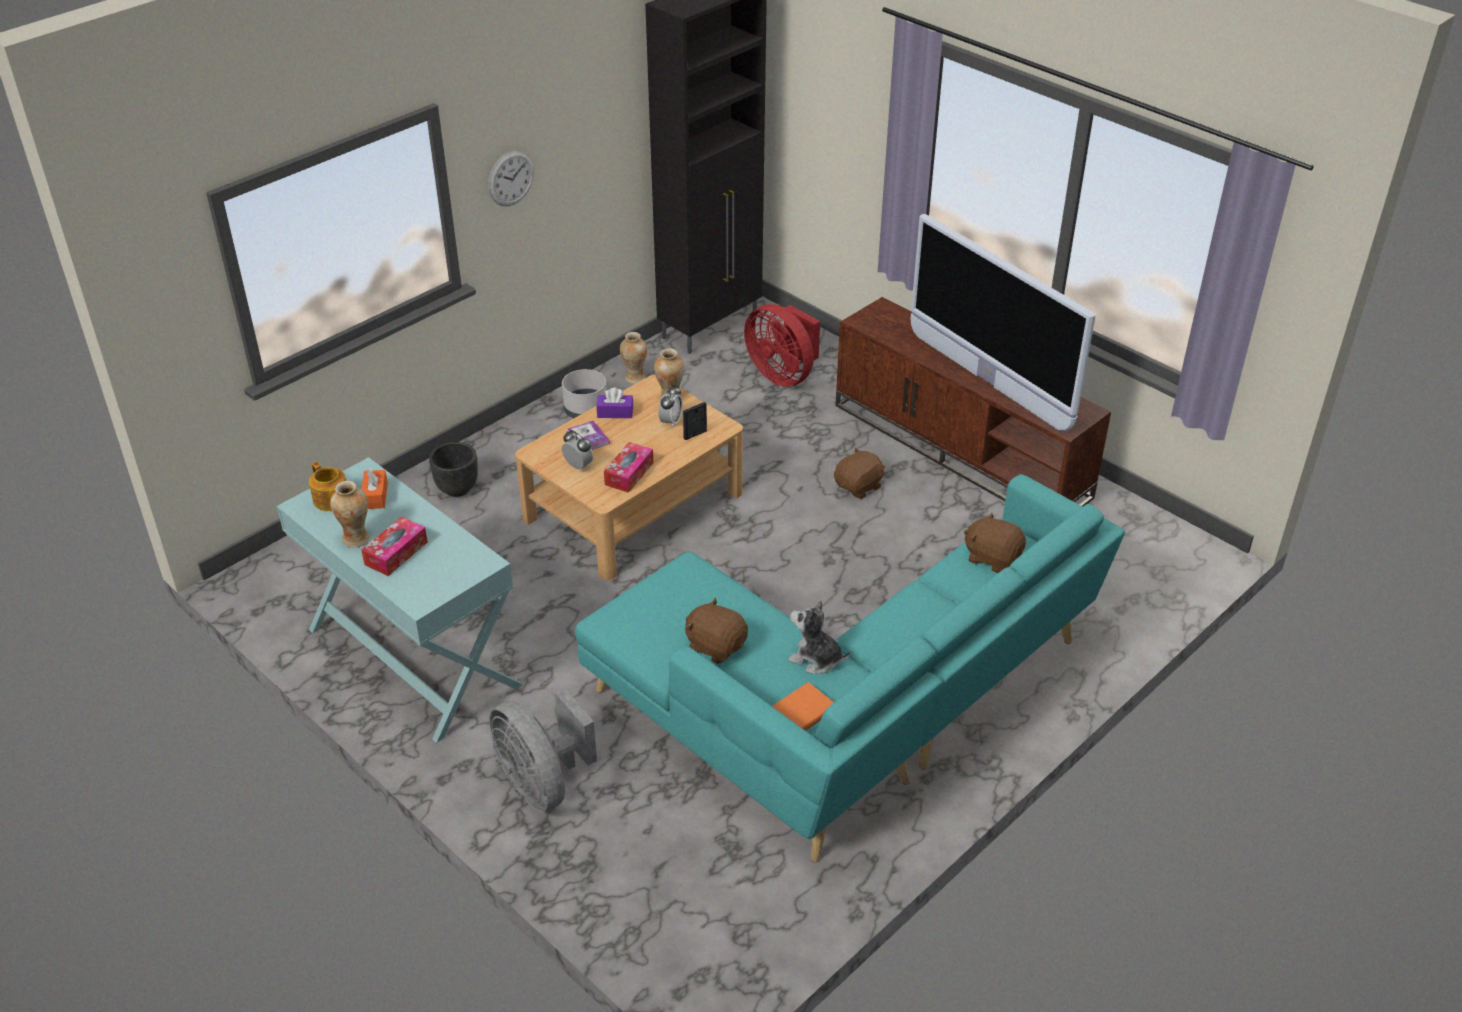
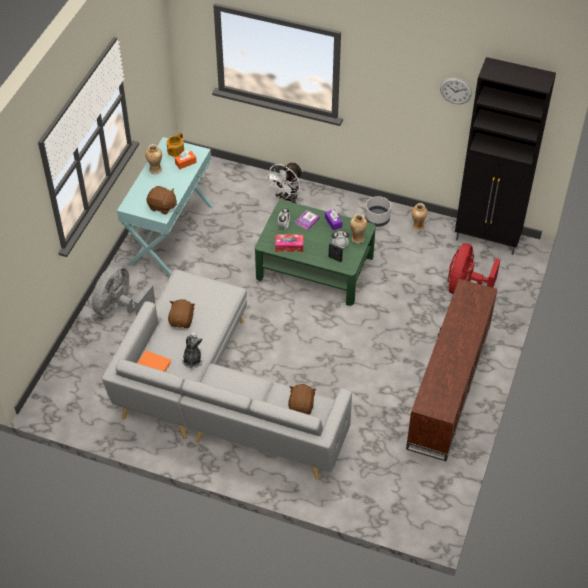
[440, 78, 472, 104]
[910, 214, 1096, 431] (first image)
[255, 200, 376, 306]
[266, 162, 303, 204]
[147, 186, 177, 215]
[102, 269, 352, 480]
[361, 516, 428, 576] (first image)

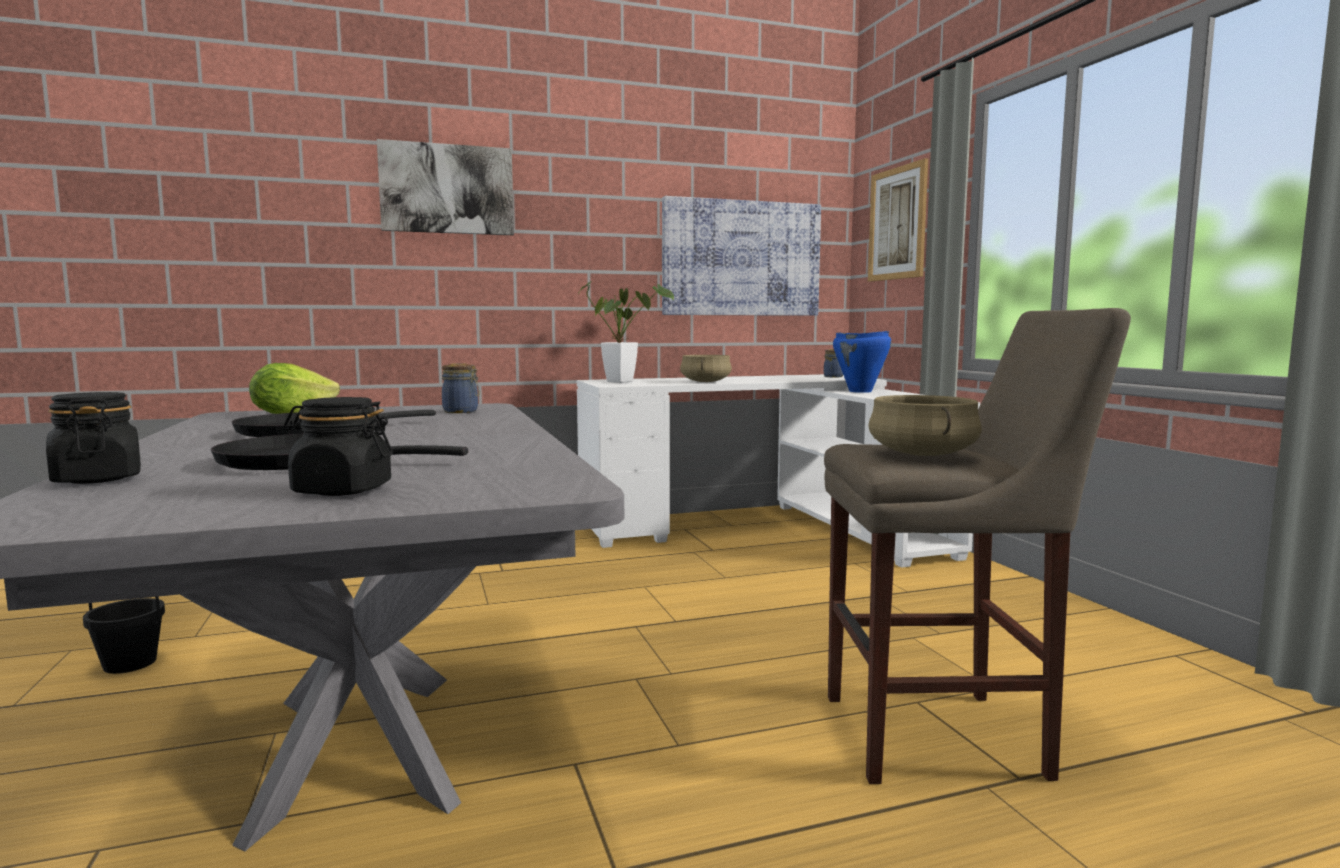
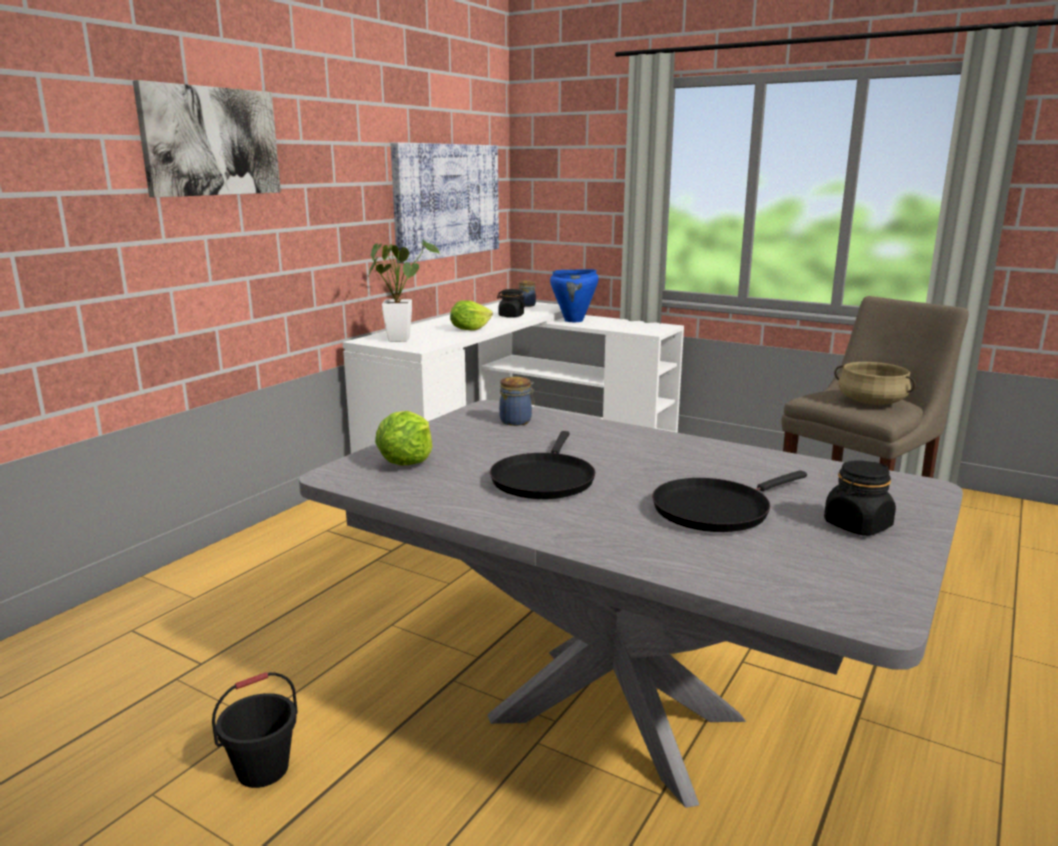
[868, 158, 928, 282] (first image)
[450, 301, 493, 331]
[497, 289, 526, 318]

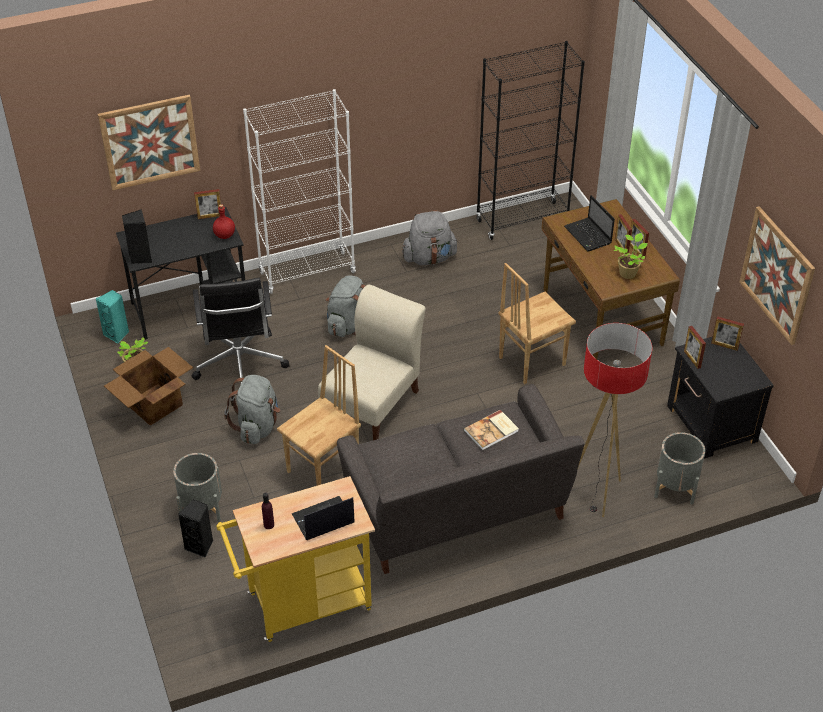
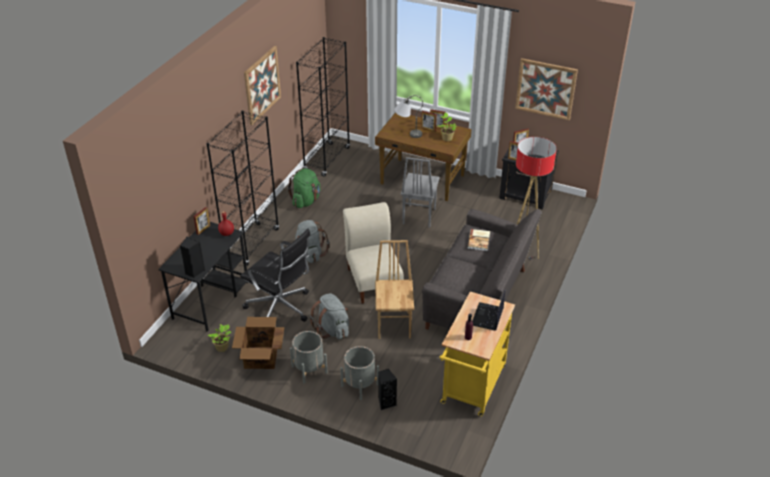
[206, 110, 279, 266]
[244, 46, 281, 125]
[395, 95, 423, 138]
[288, 168, 321, 208]
[401, 157, 440, 228]
[96, 290, 129, 344] (first image)
[290, 331, 328, 384]

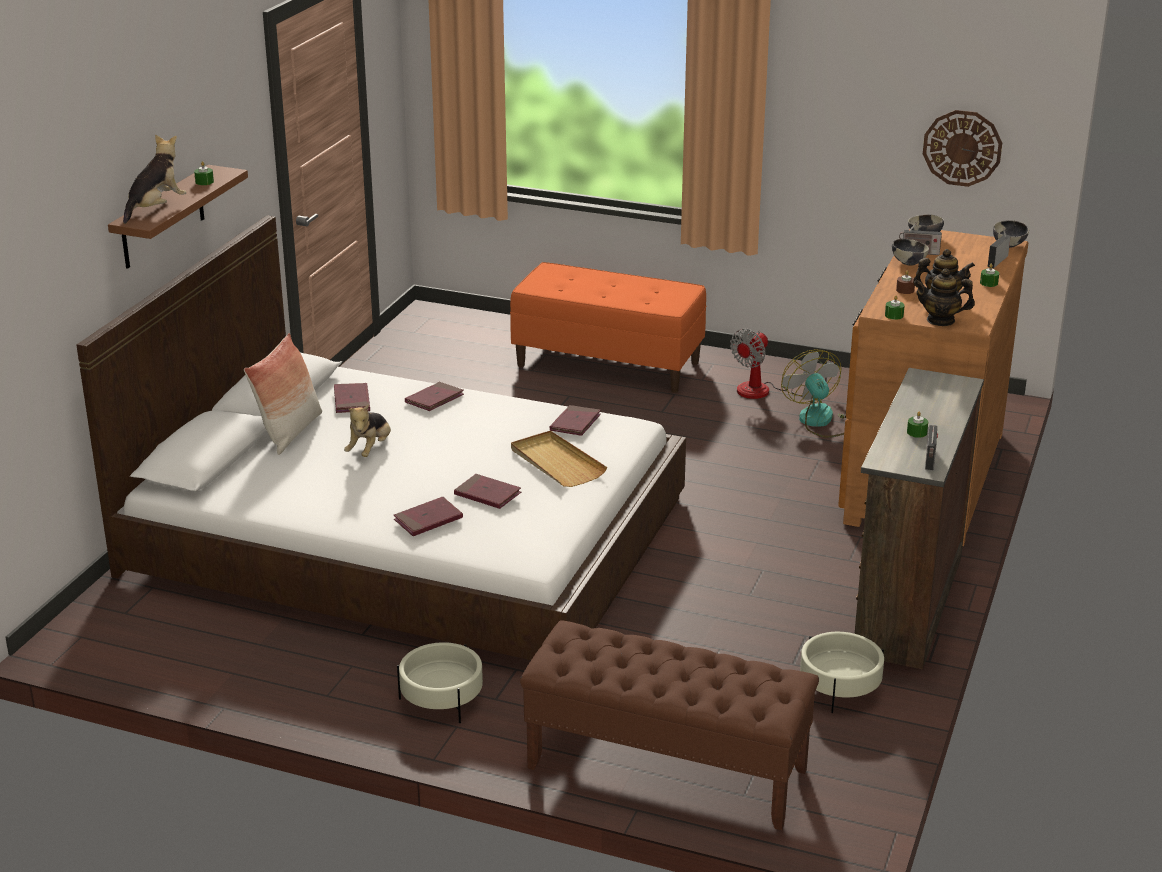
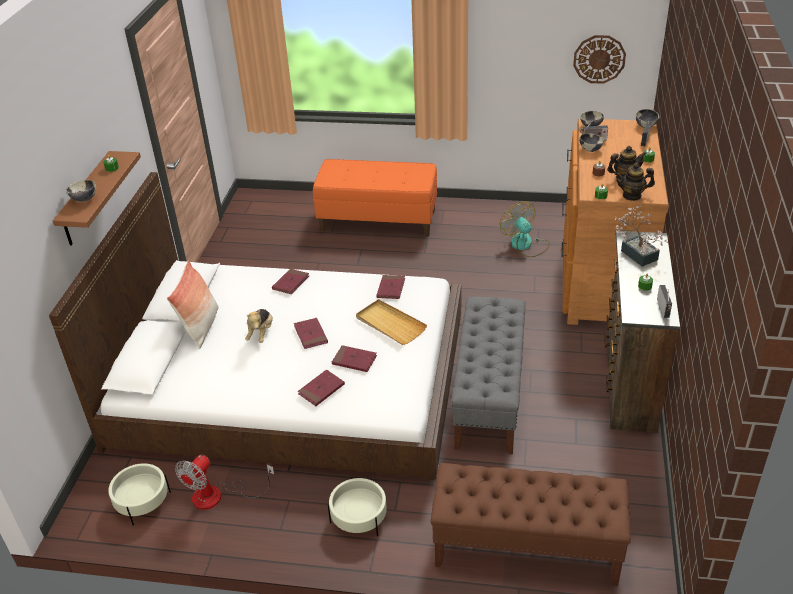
[66, 180, 96, 202]
[175, 455, 275, 510]
[294, 318, 328, 349]
[108, 463, 171, 526]
[615, 205, 668, 266]
[451, 297, 526, 454]

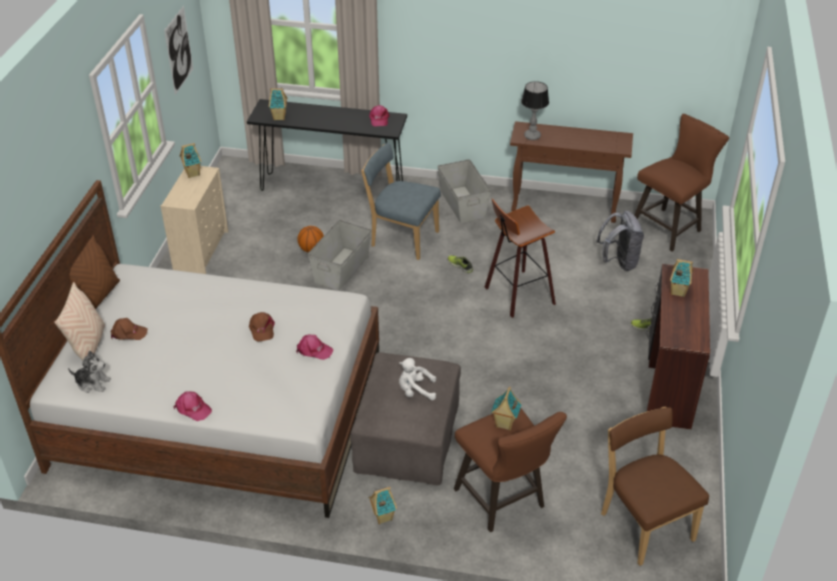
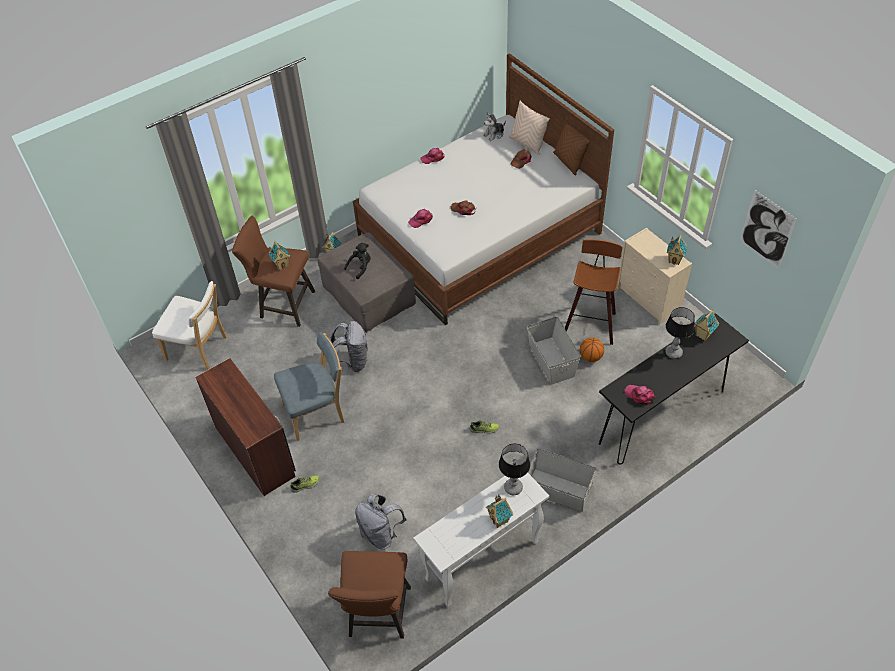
[414, 473, 549, 607]
[274, 332, 344, 441]
[565, 239, 622, 345]
[486, 494, 513, 528]
[344, 243, 371, 279]
[152, 281, 227, 370]
[665, 307, 695, 359]
[330, 321, 368, 372]

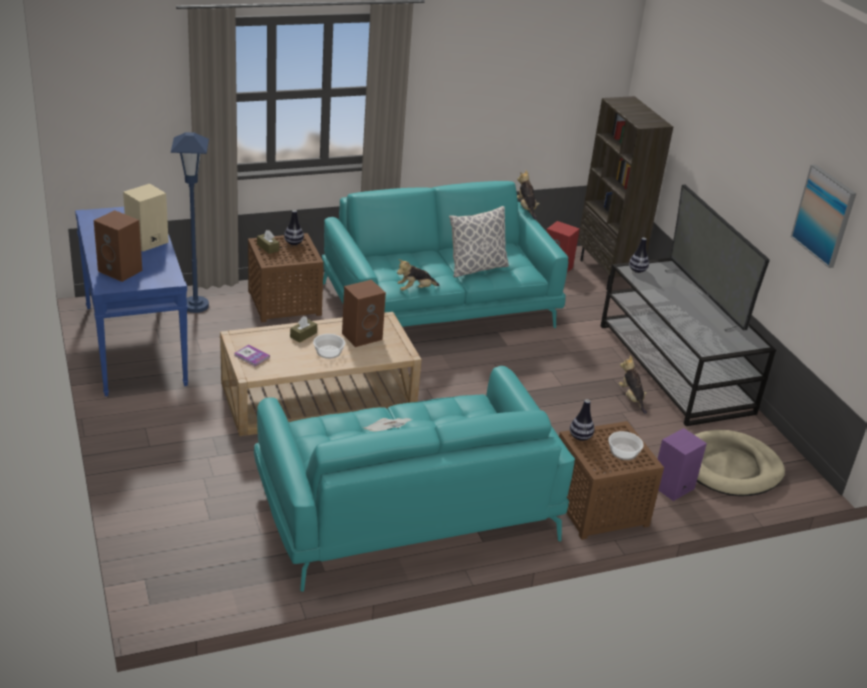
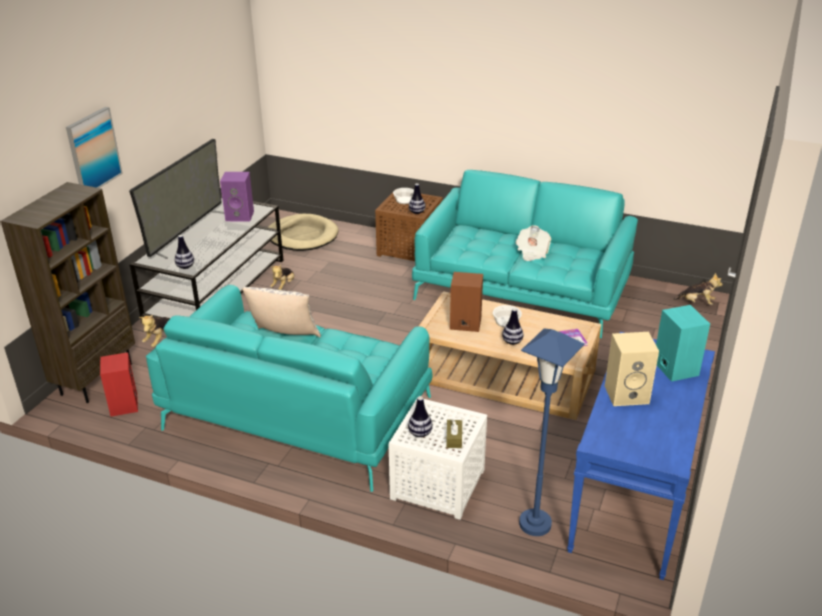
[66, 107, 123, 188]
[656, 305, 710, 382]
[389, 399, 487, 520]
[673, 273, 723, 305]
[502, 308, 523, 345]
[220, 172, 254, 222]

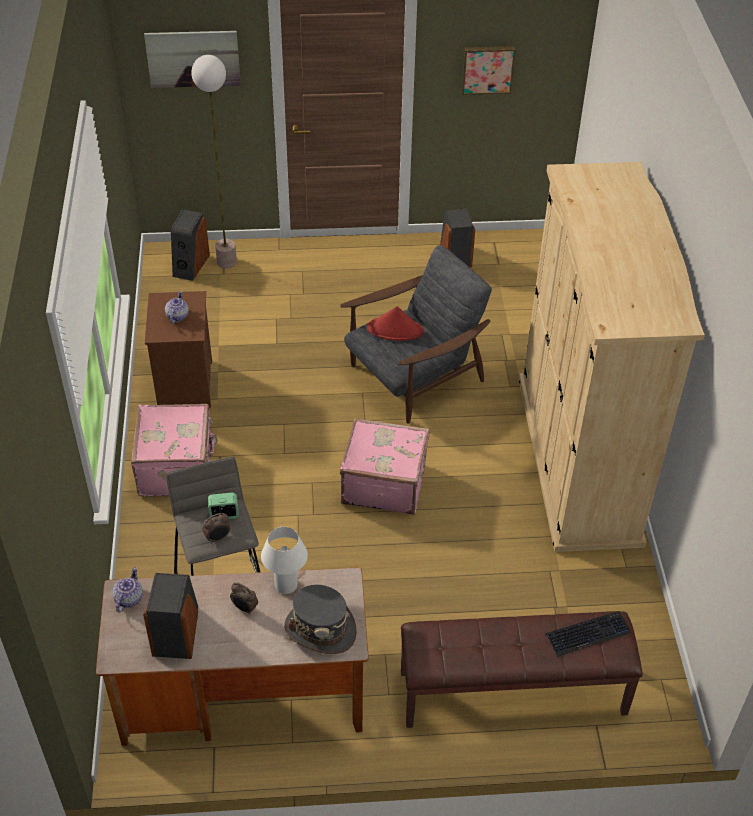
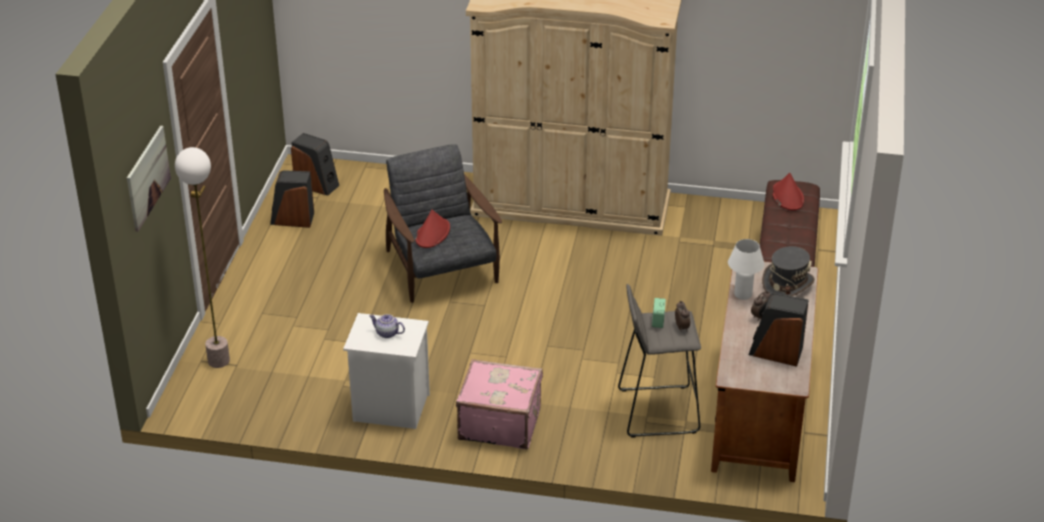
[461, 46, 516, 95] (first image)
[291, 133, 339, 196]
[343, 313, 430, 429]
[340, 418, 429, 515] (first image)
[112, 567, 143, 613] (first image)
[773, 173, 804, 211]

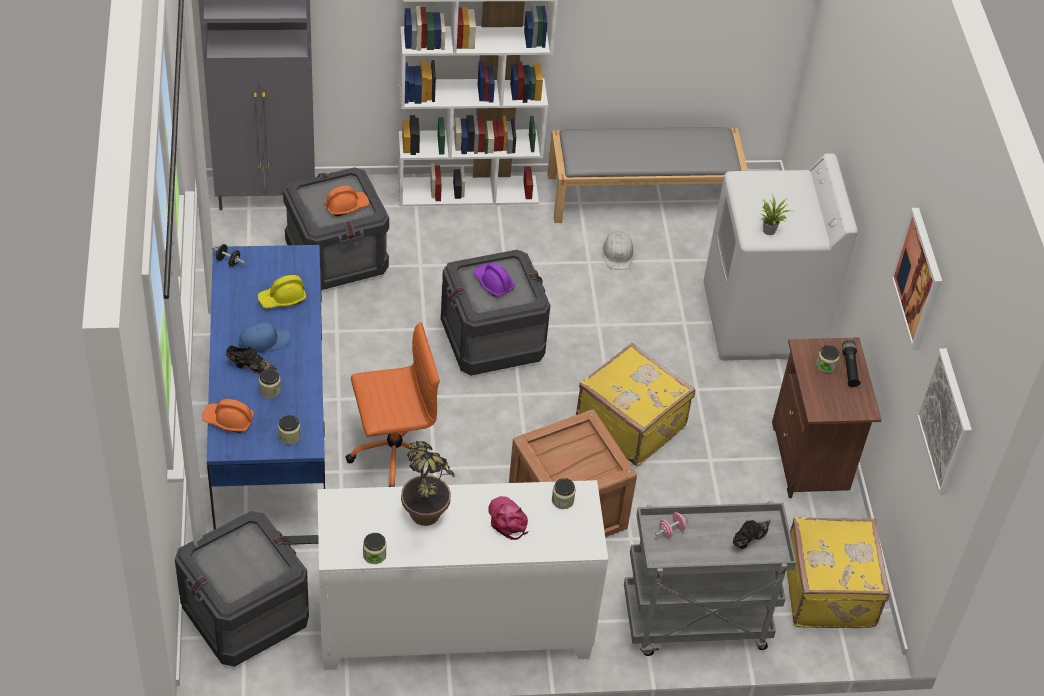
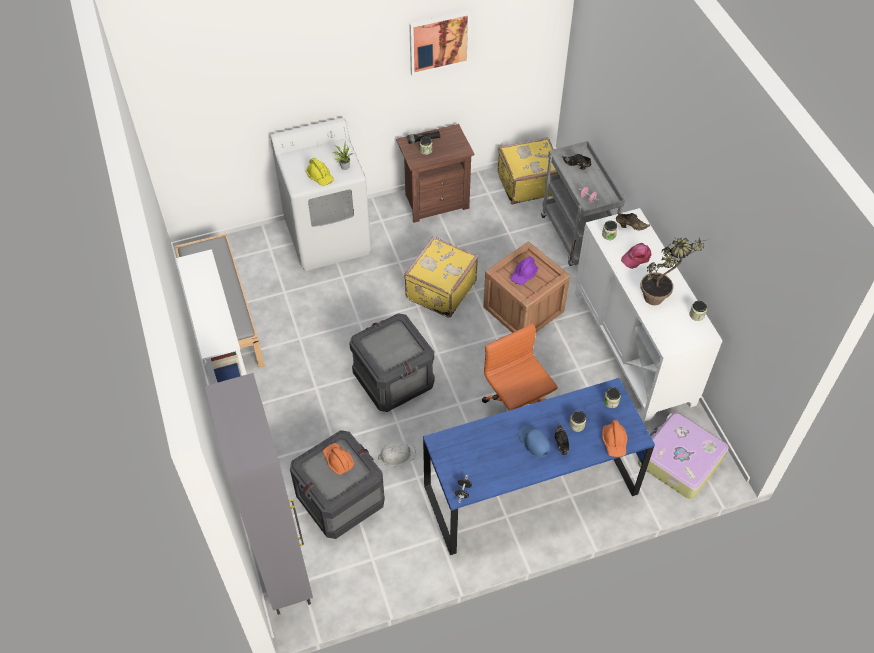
[378, 441, 416, 467]
[510, 256, 538, 285]
[306, 158, 334, 186]
[916, 348, 972, 495] (first image)
[638, 412, 729, 499]
[616, 213, 650, 230]

